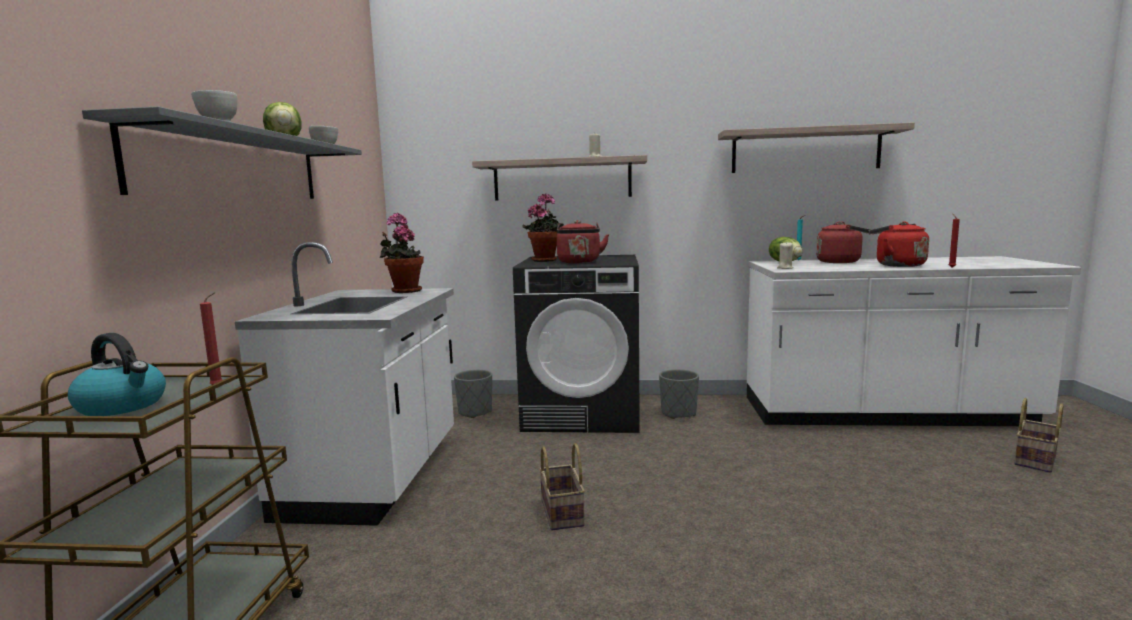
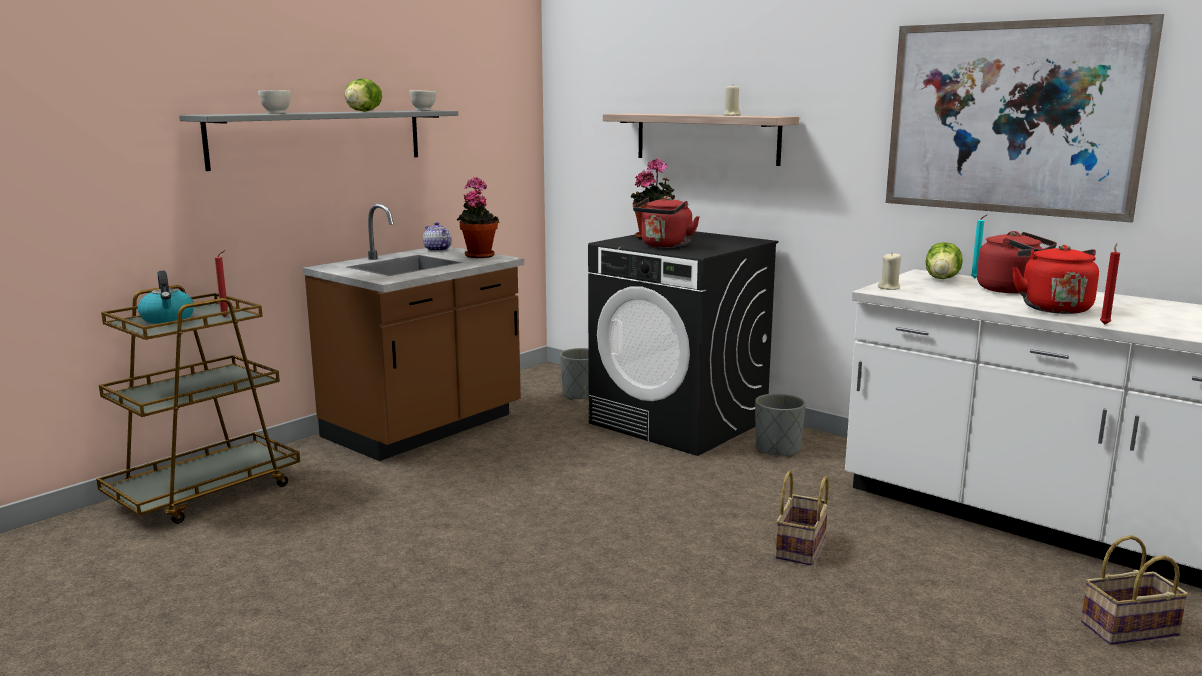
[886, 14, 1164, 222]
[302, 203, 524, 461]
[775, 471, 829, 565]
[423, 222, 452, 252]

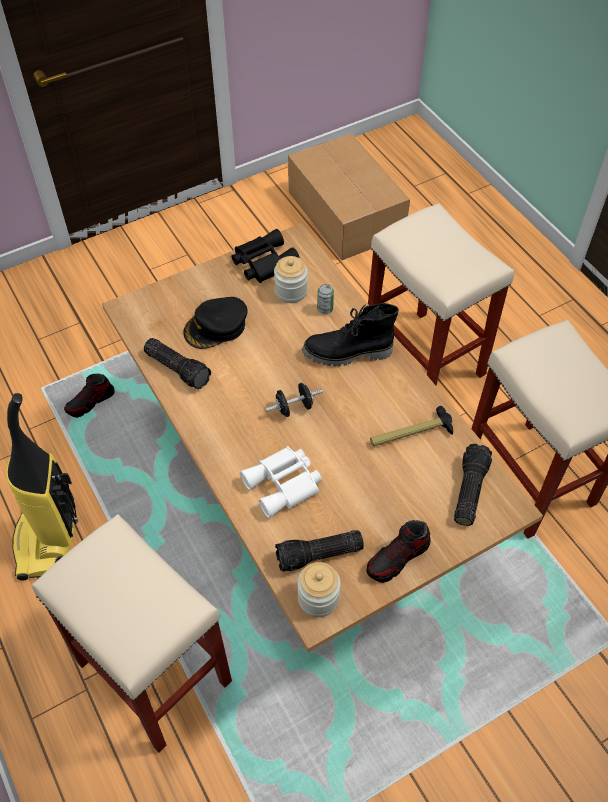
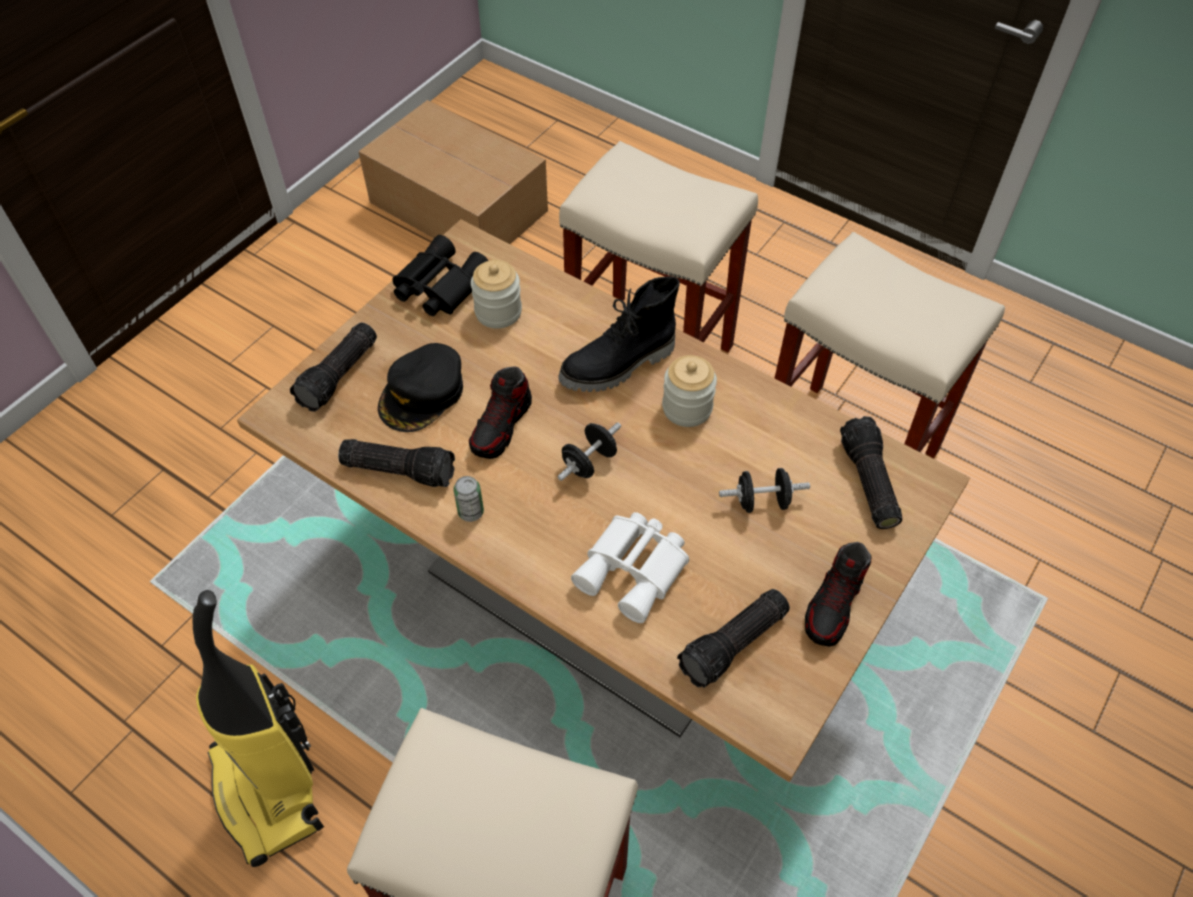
[453, 476, 484, 522]
[469, 366, 532, 459]
[370, 406, 453, 447] (first image)
[662, 355, 717, 427]
[290, 323, 377, 412]
[719, 468, 810, 513]

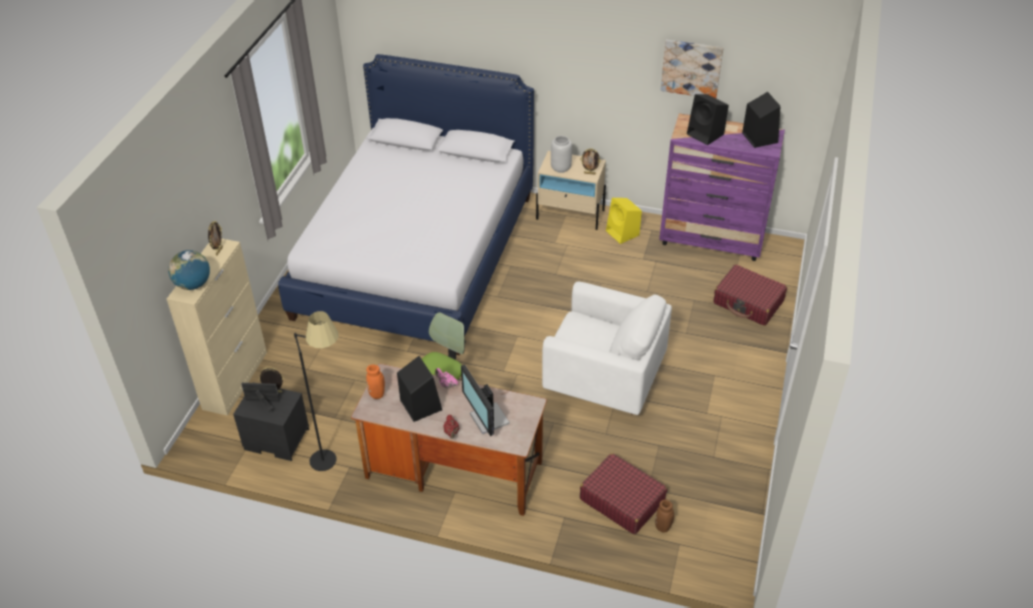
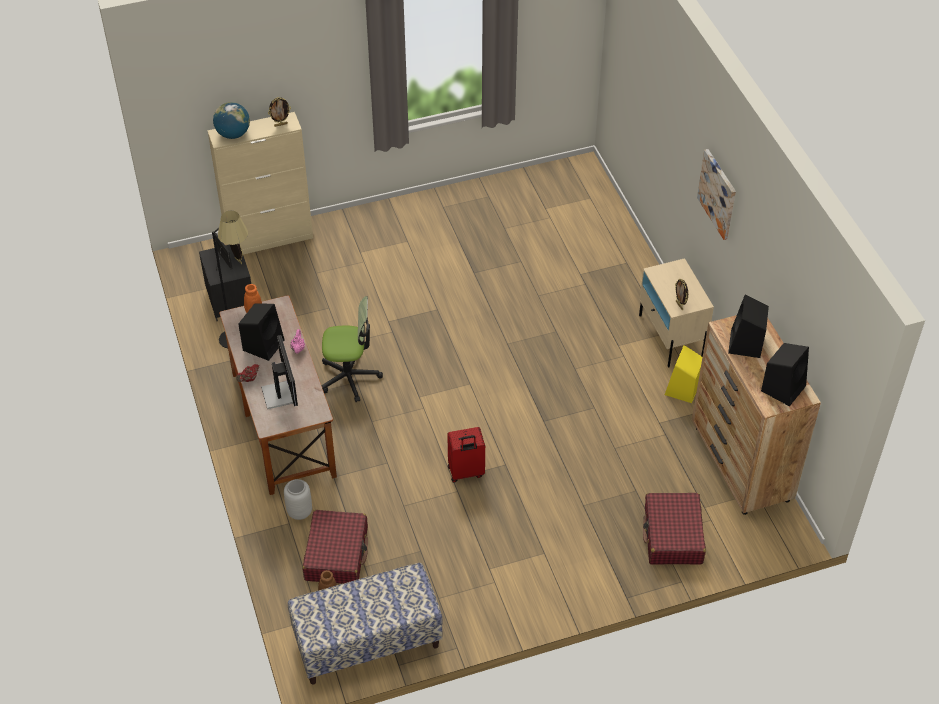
[697, 149, 736, 240]
[278, 54, 534, 355] (first image)
[692, 315, 821, 515]
[284, 479, 312, 520]
[447, 427, 485, 483]
[261, 335, 298, 409]
[288, 563, 443, 685]

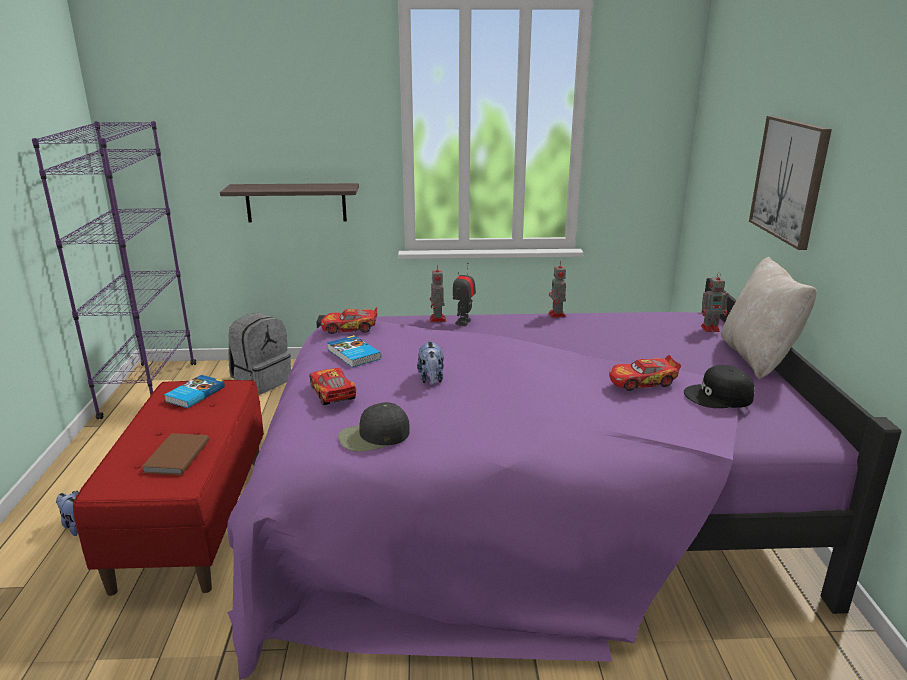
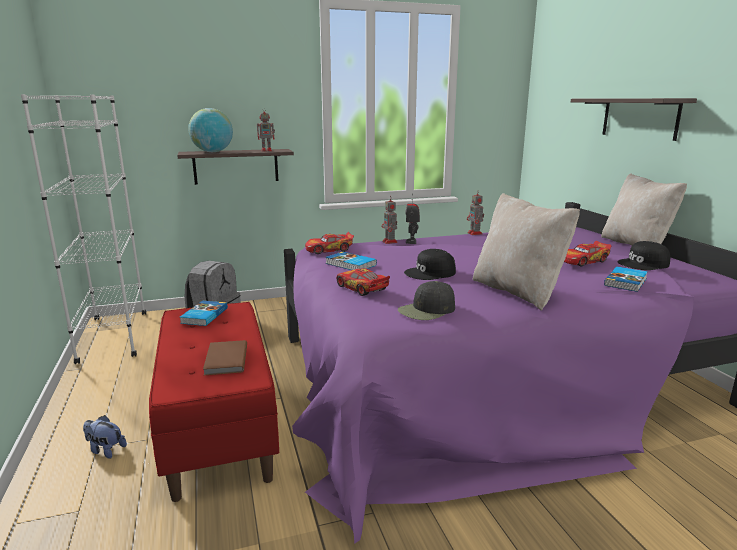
[571, 98, 697, 141]
[21, 94, 146, 364]
[257, 108, 275, 151]
[404, 249, 456, 280]
[188, 108, 233, 152]
[473, 193, 580, 311]
[604, 267, 648, 292]

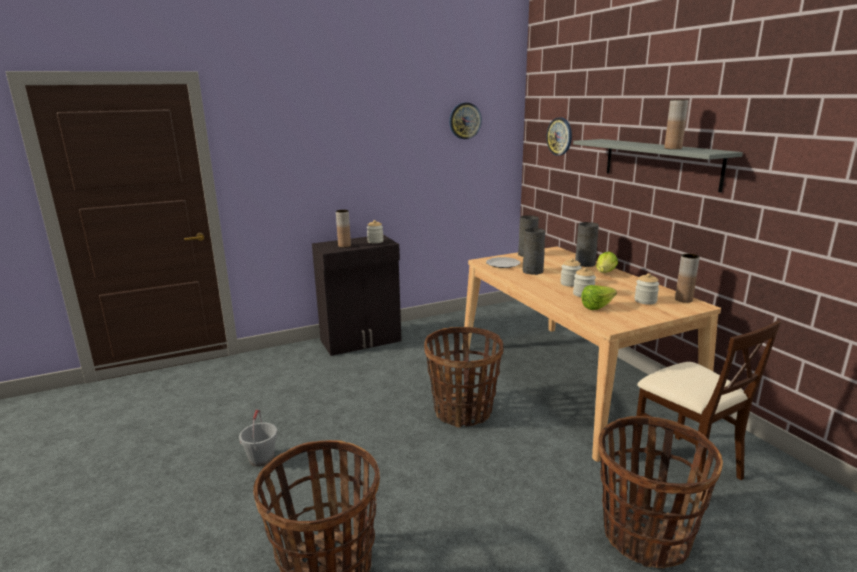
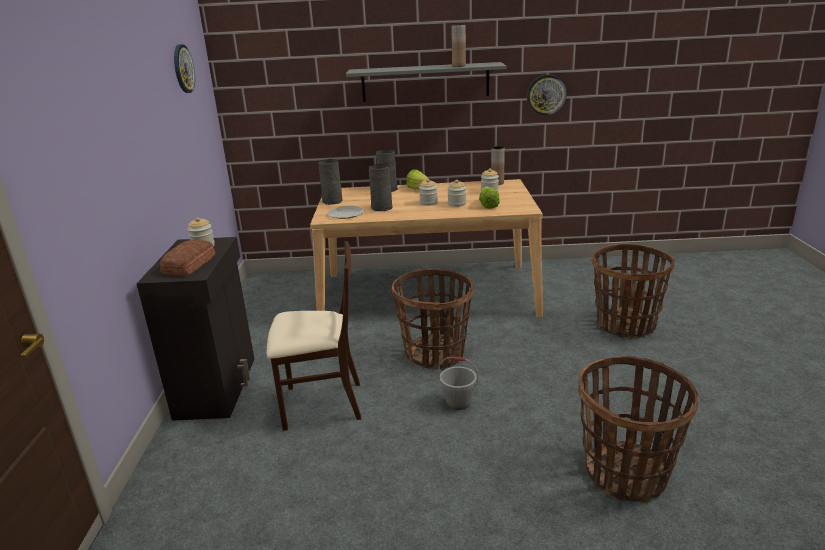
[527, 75, 567, 116]
[160, 240, 215, 276]
[267, 241, 361, 431]
[438, 356, 478, 410]

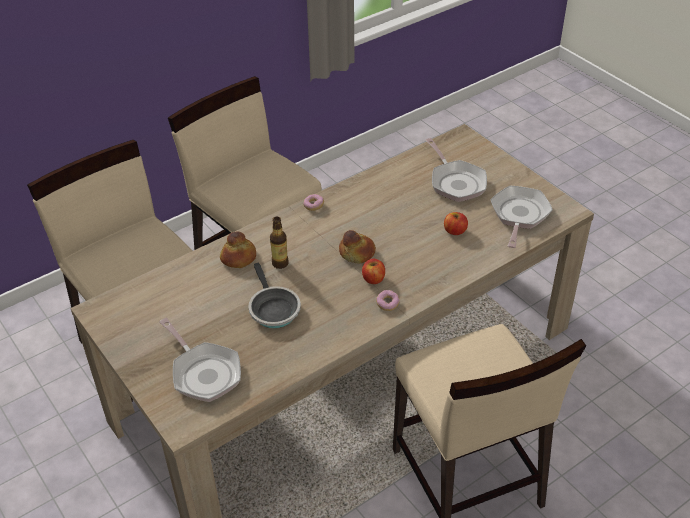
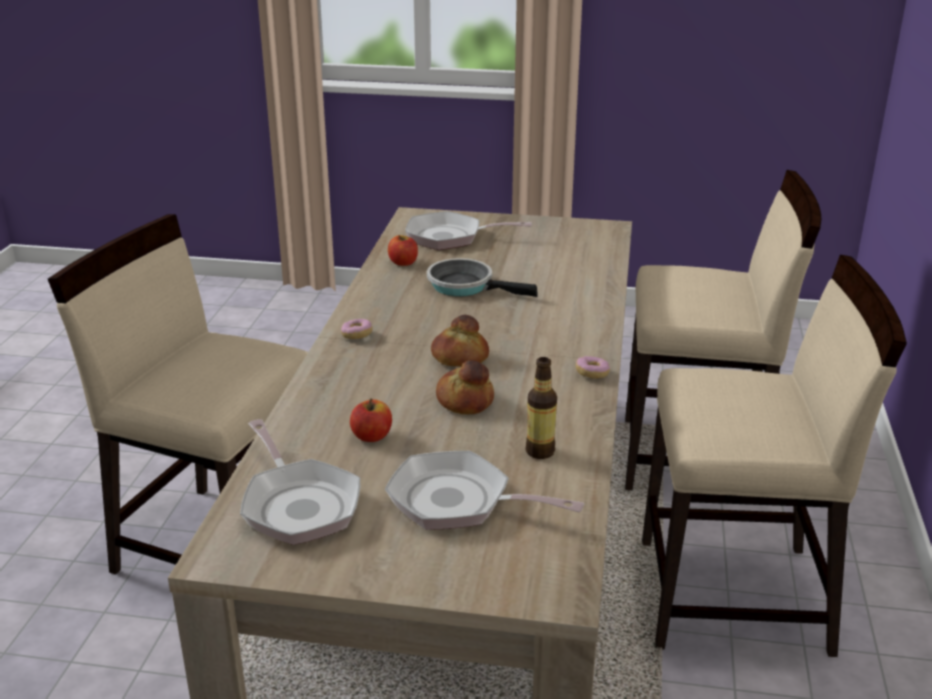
[526, 357, 557, 459]
[436, 360, 494, 414]
[388, 235, 418, 266]

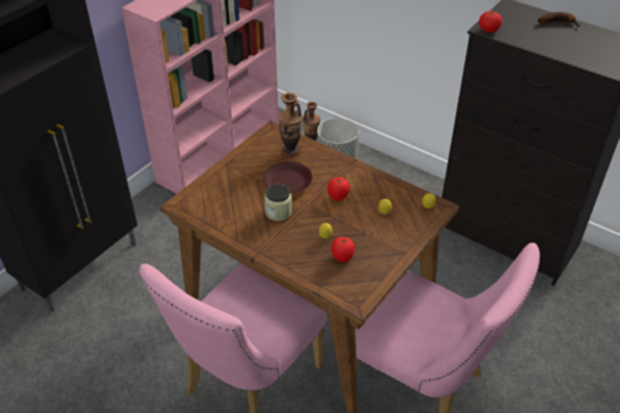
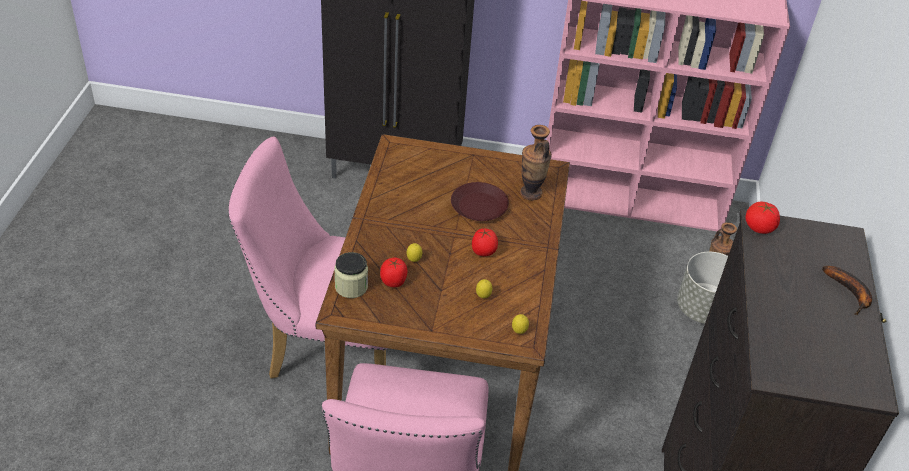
[334, 252, 368, 298]

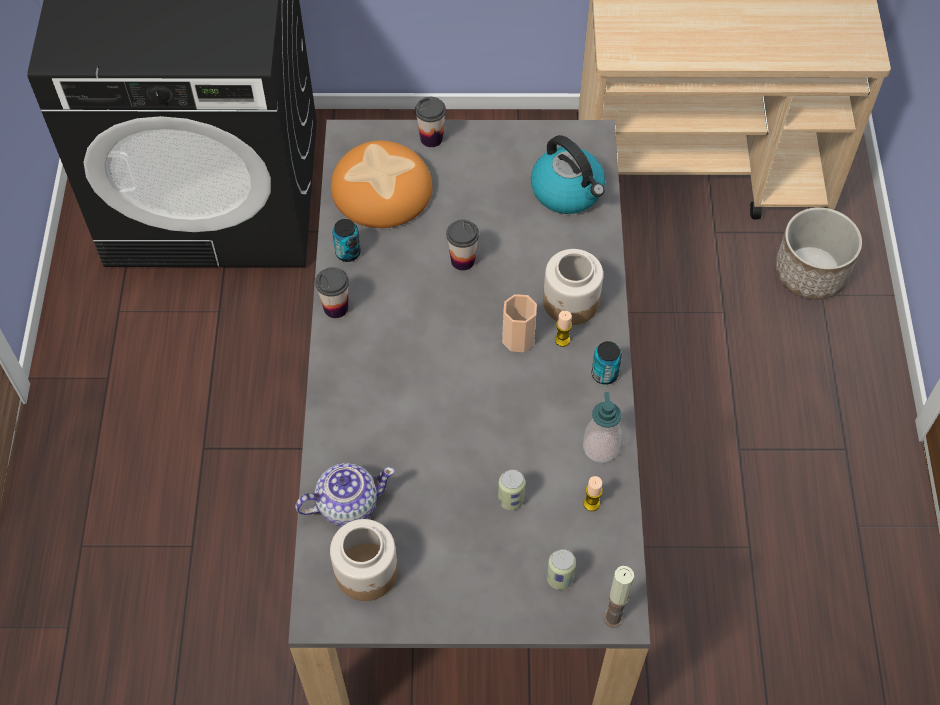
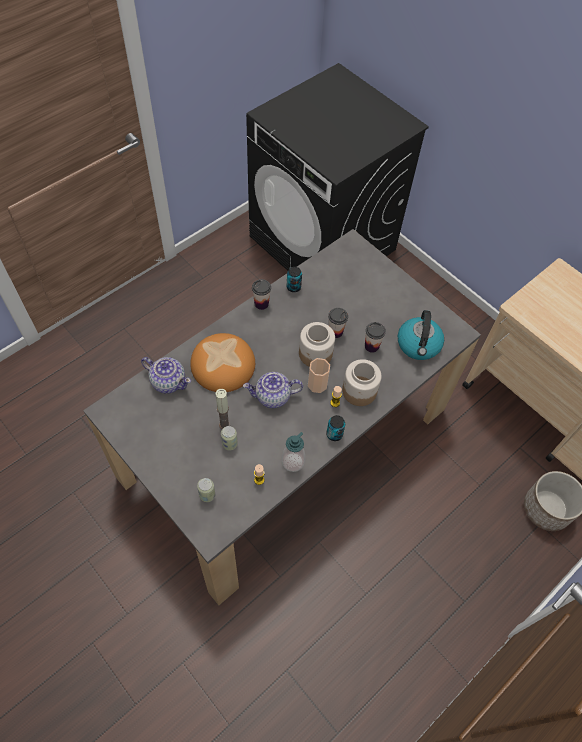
[365, 322, 386, 353]
[190, 333, 255, 392]
[299, 322, 335, 367]
[216, 389, 230, 429]
[243, 372, 303, 408]

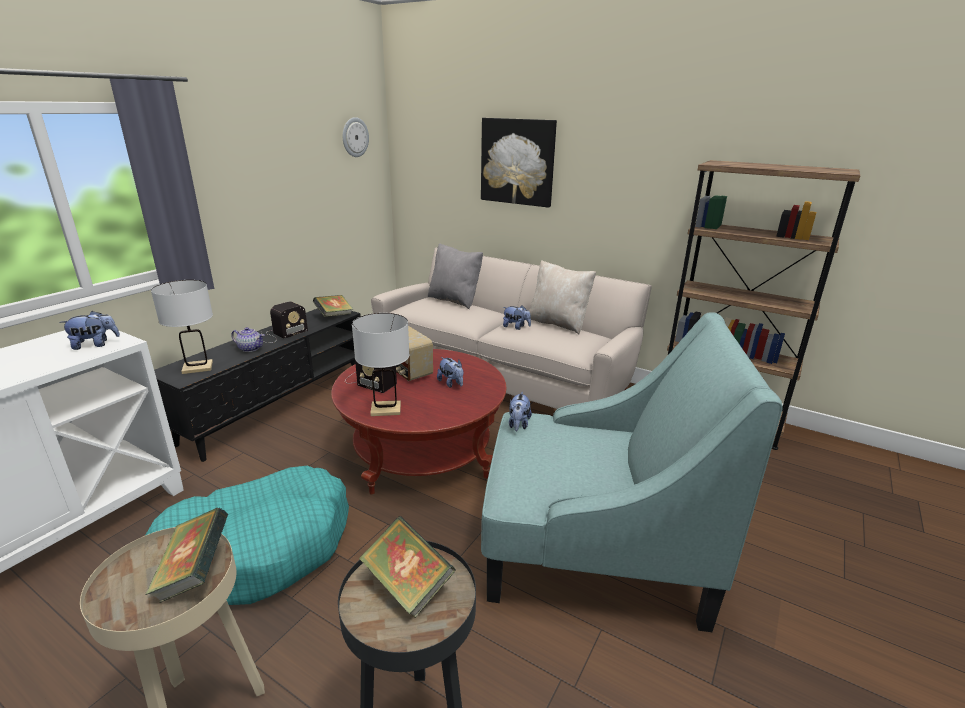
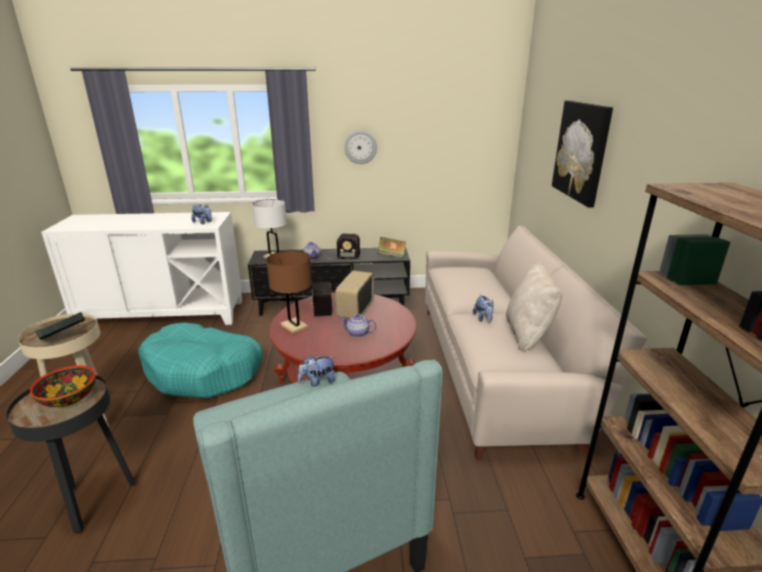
[344, 131, 377, 164]
[428, 243, 483, 309] (first image)
[266, 251, 312, 334]
[340, 314, 376, 337]
[30, 365, 96, 407]

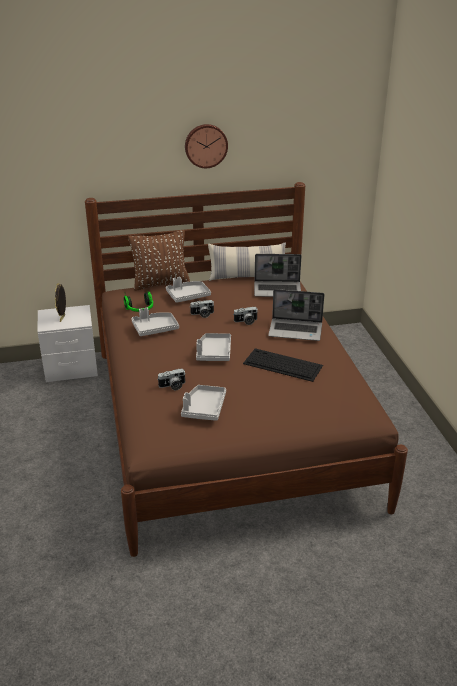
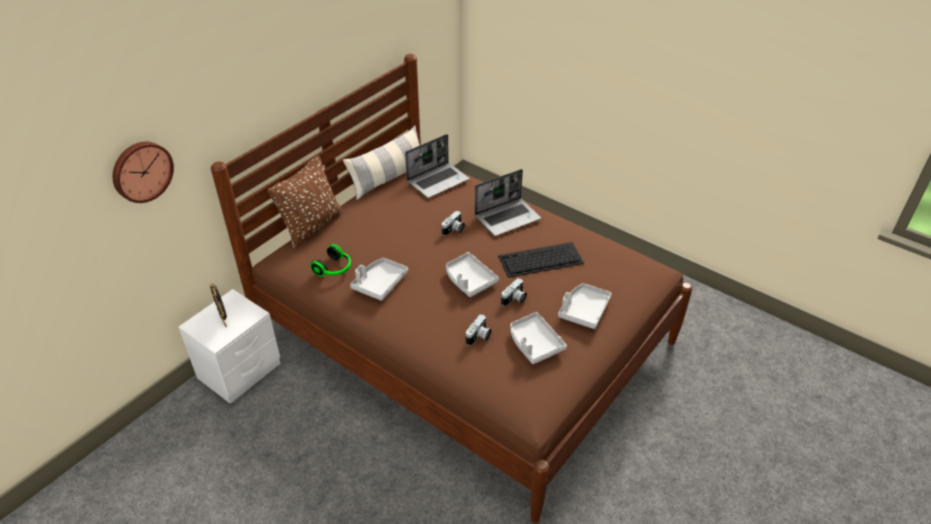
[113, 142, 174, 203]
[558, 283, 611, 329]
[501, 278, 527, 306]

